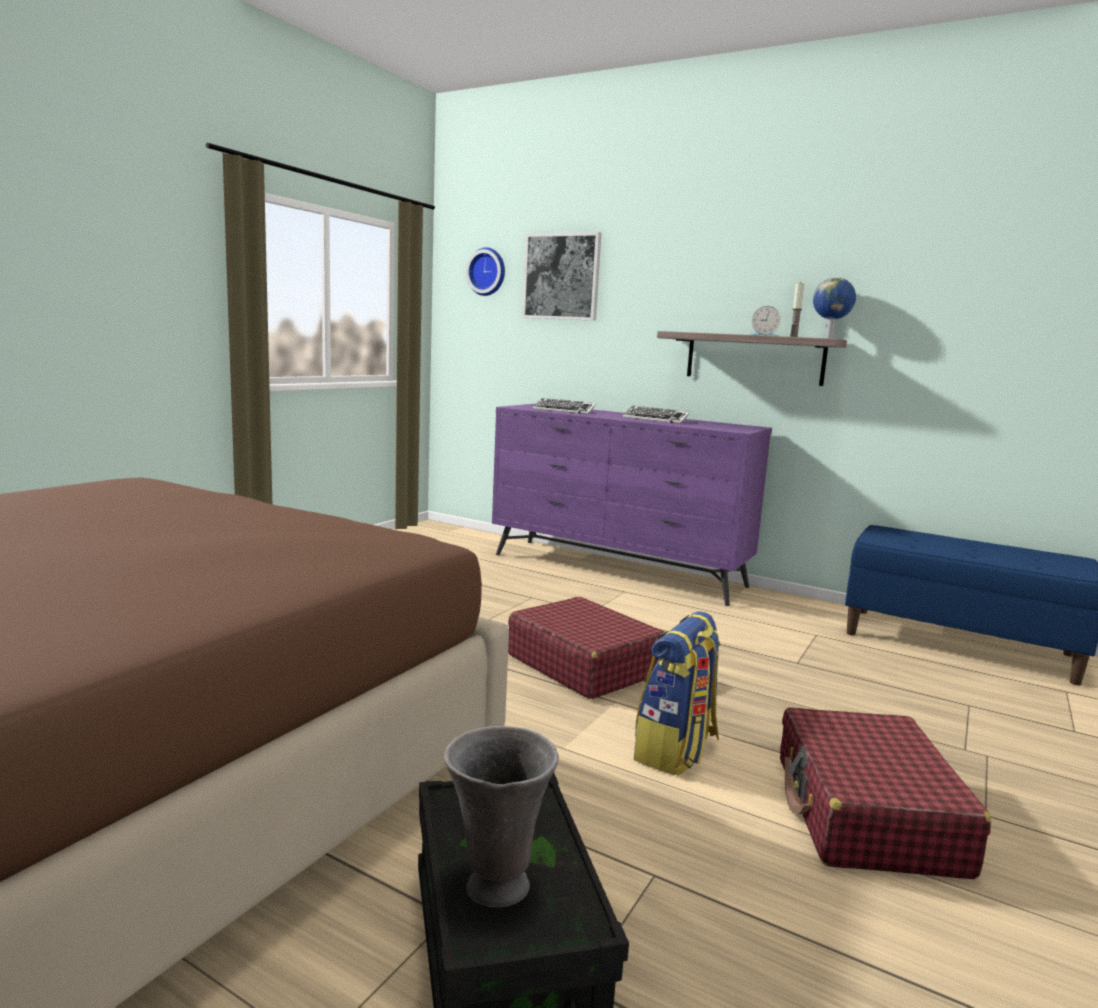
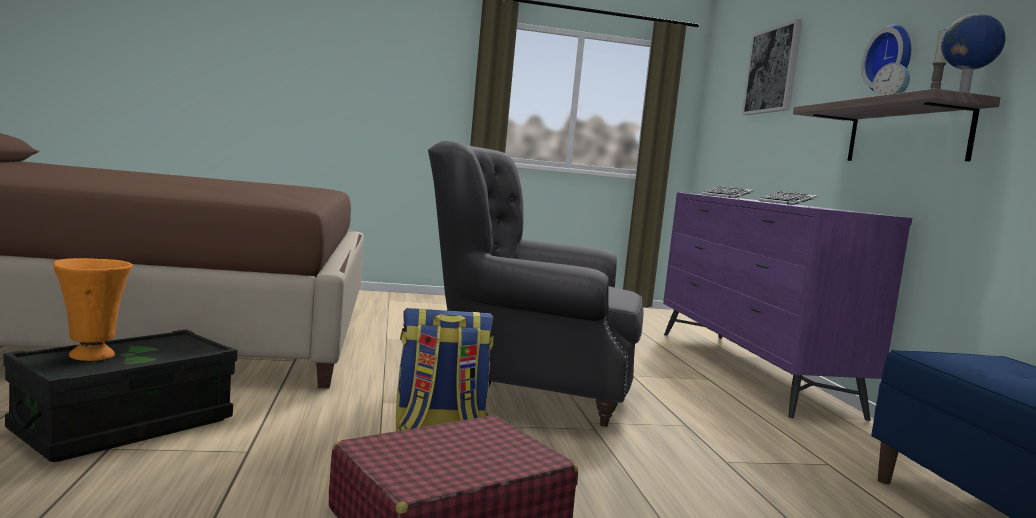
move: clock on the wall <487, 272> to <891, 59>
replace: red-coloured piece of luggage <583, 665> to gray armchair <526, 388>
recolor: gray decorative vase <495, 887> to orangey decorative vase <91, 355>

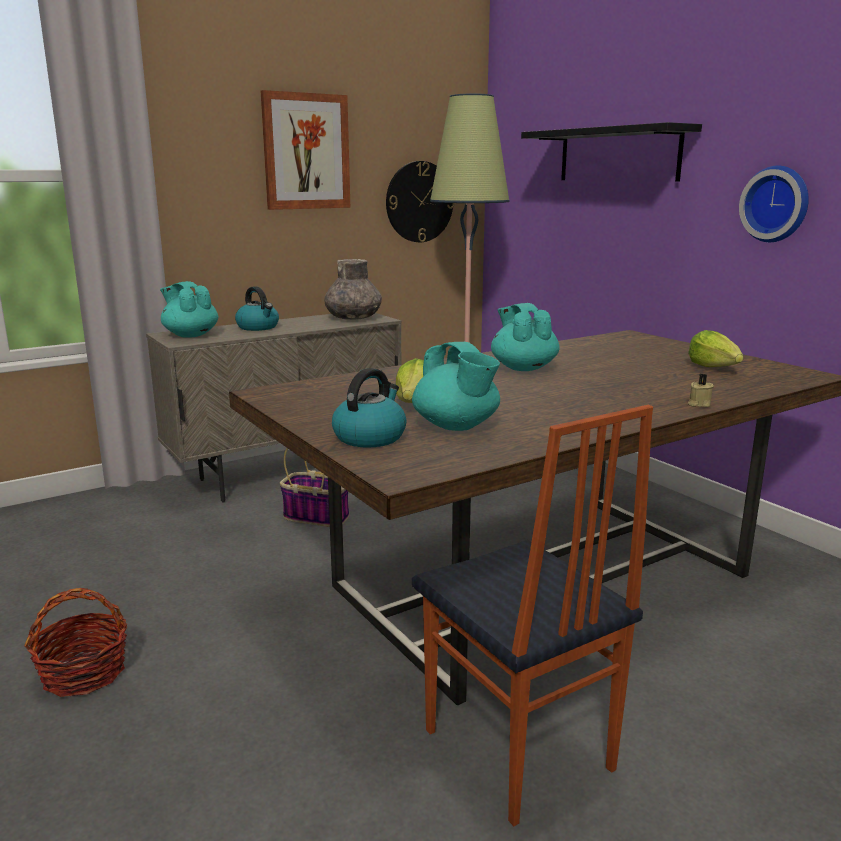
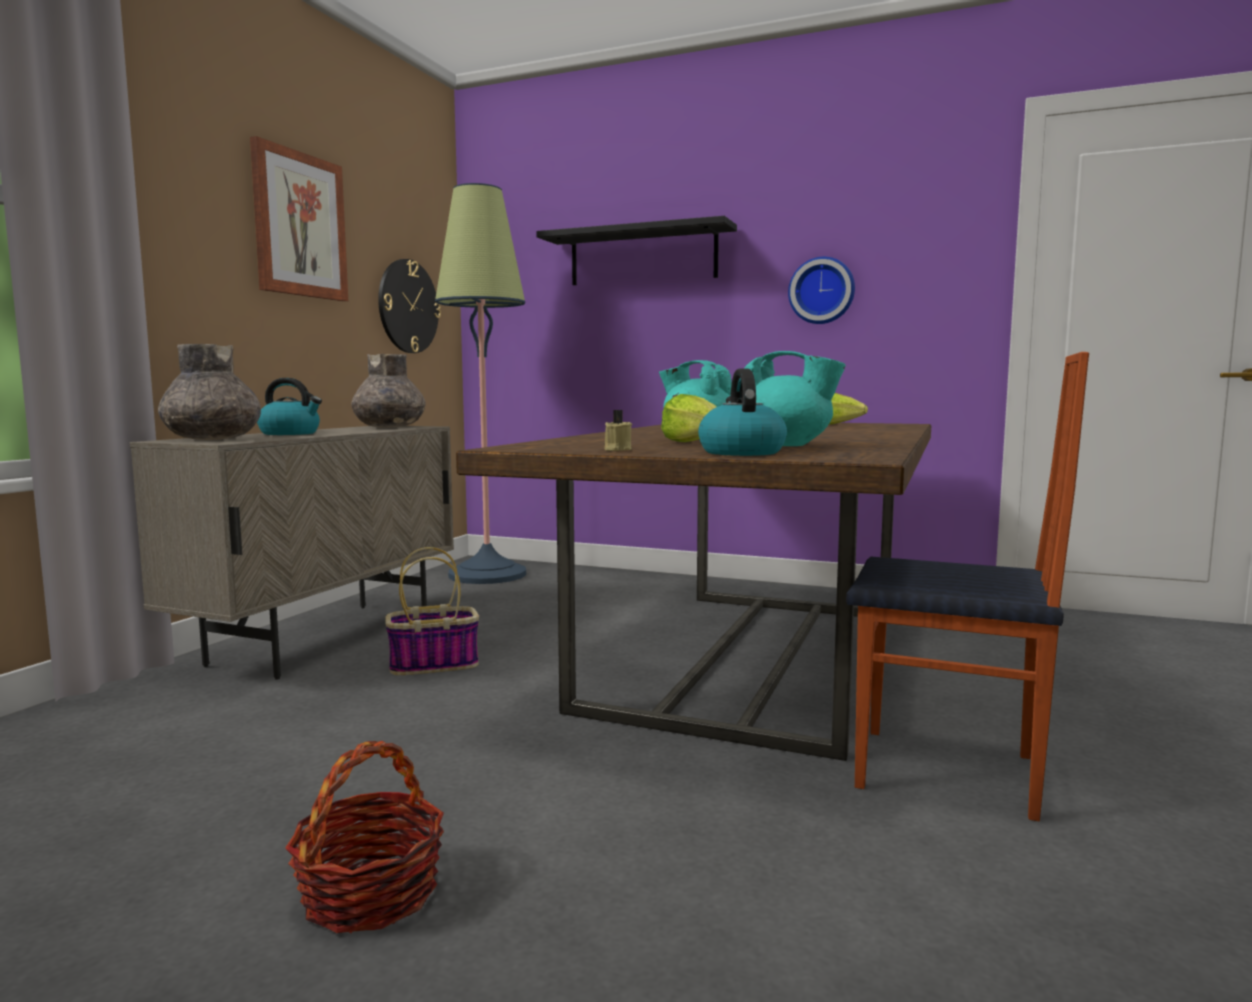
move: beige candle <698, 404> to <616, 450>
replace: blue-green tea pot <190, 335> to gray decorative vase <213, 439>

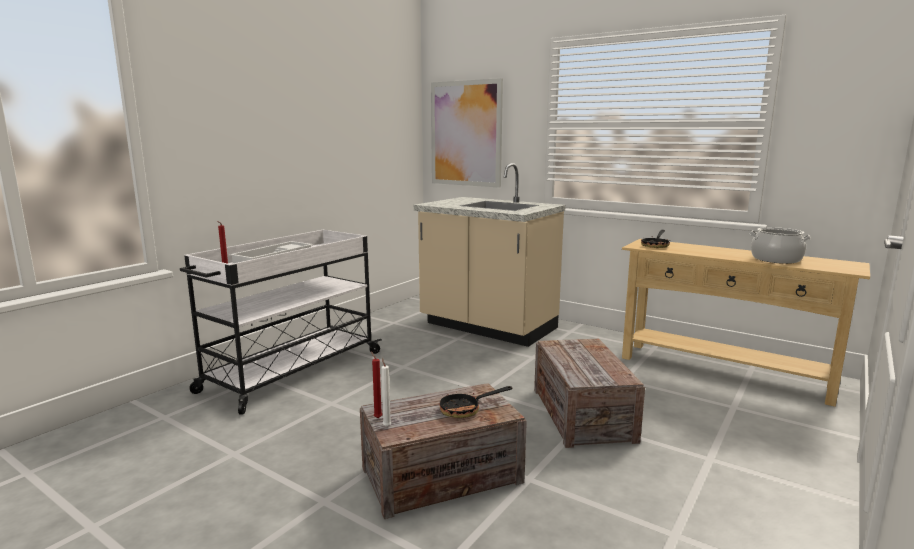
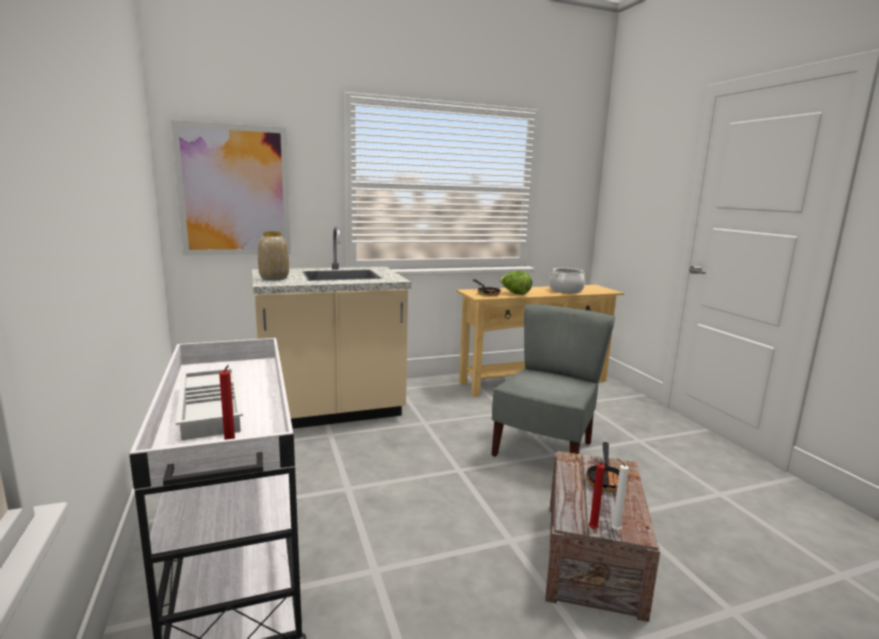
insert: decorative vase <274, 278>; head of lettuce <515, 293>
replace: packing crate <582, 414> to gray upright chair <545, 450>

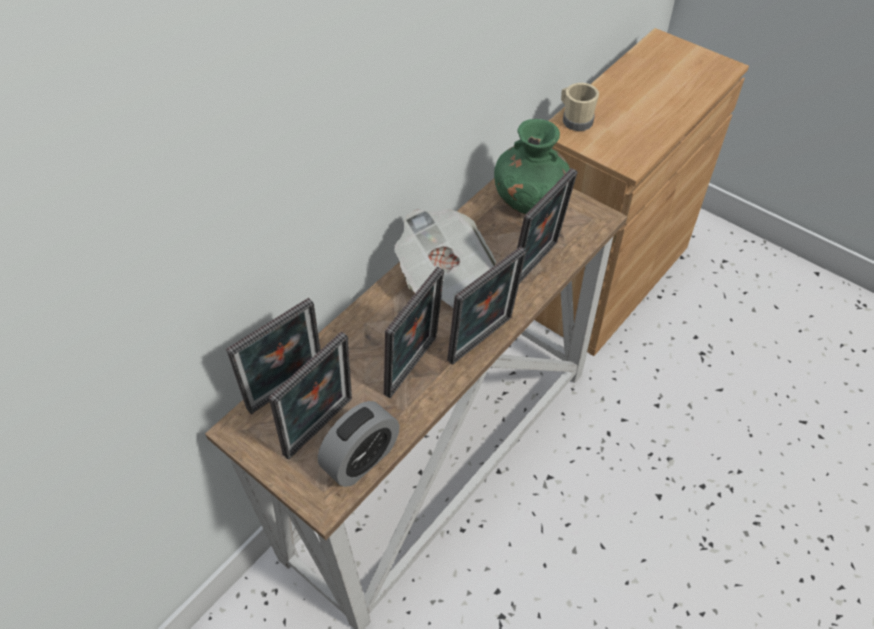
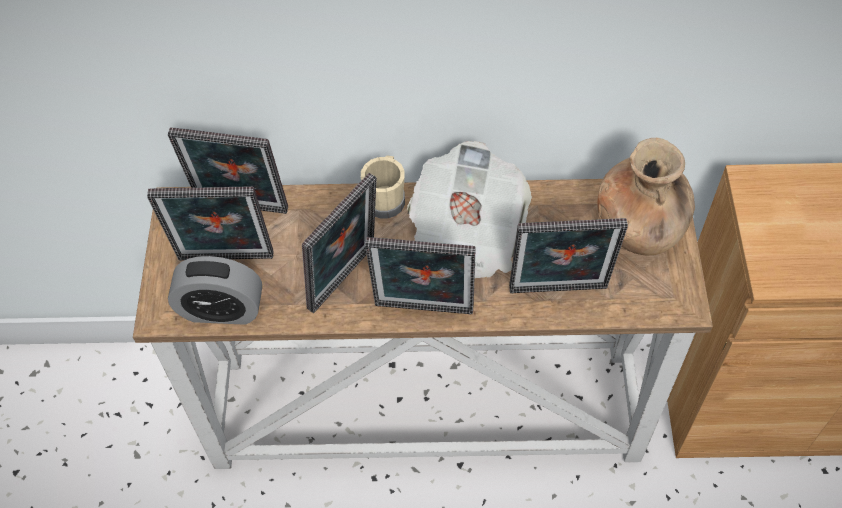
move: beige tea mug <575, 120> to <386, 198>
recolor: green-coloured decorative vase <530, 201> to brown-coloured decorative vase <639, 229>
rotate: picture frame <415, 368> = <345, 280> 45 degrees counterclockwise

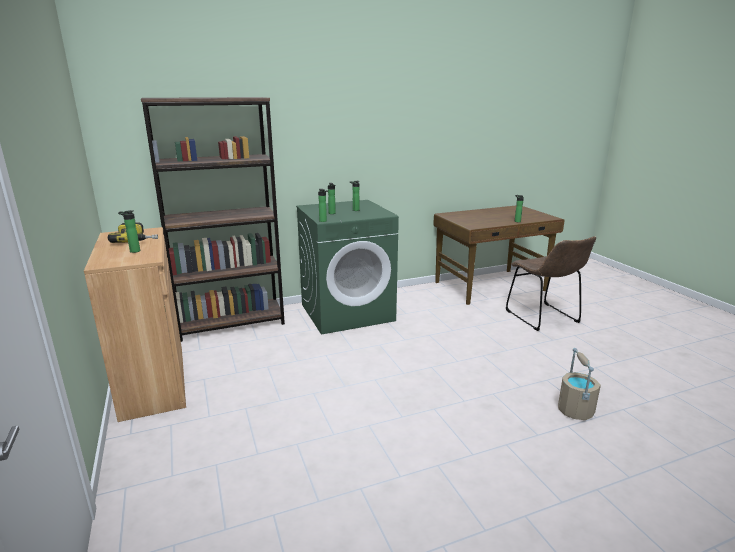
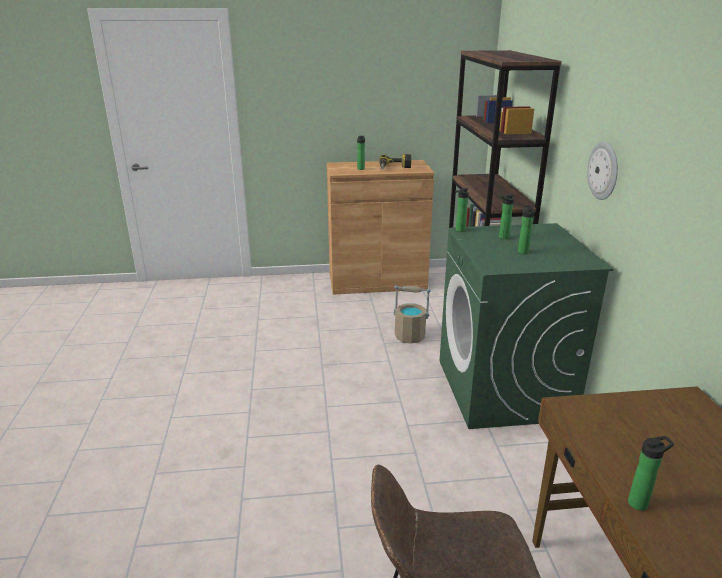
insert: clock on the wall <604, 170>
move: beige water bucket <575, 410> to <410, 336>

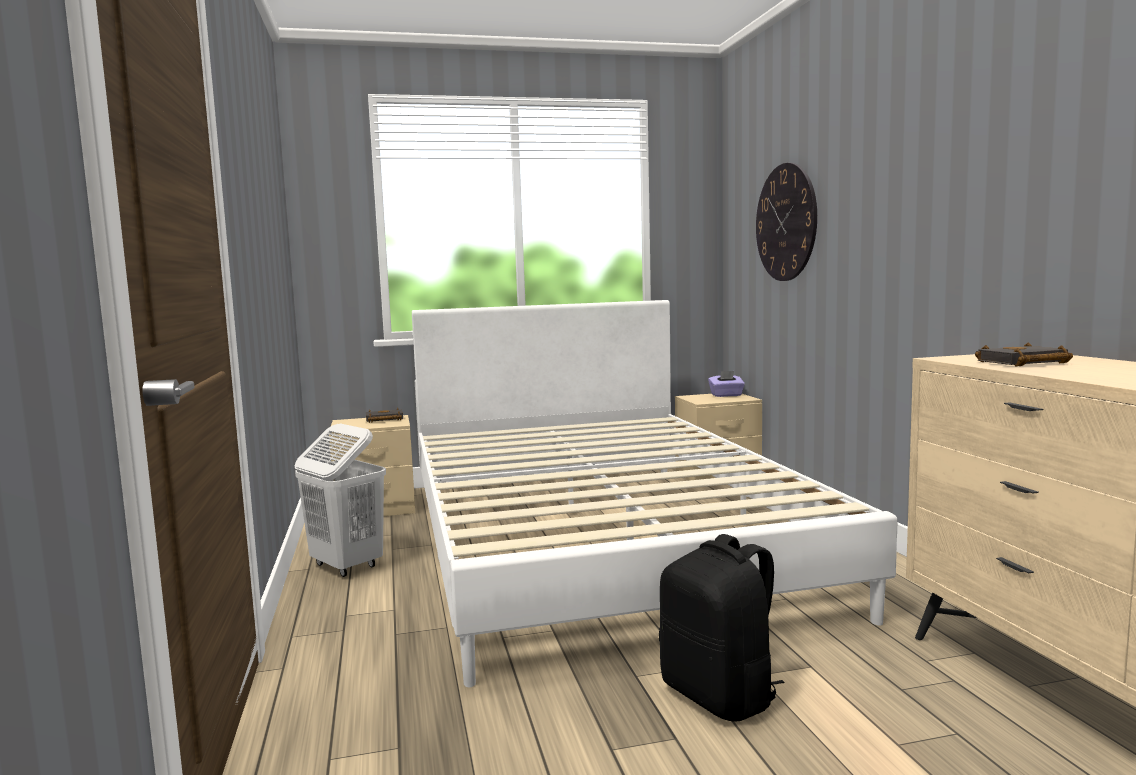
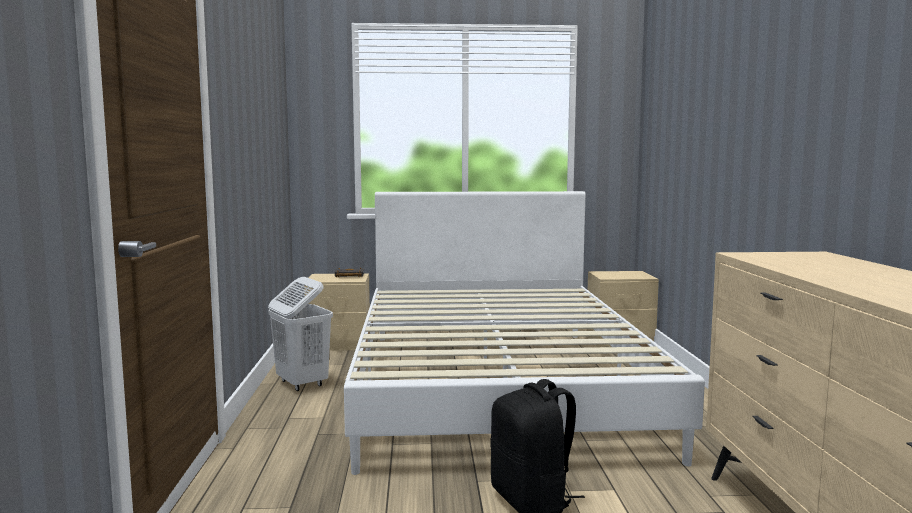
delete: purple-coloured tissue holder <726, 395>; clock on the wall <786, 222>; black book <1023, 363>

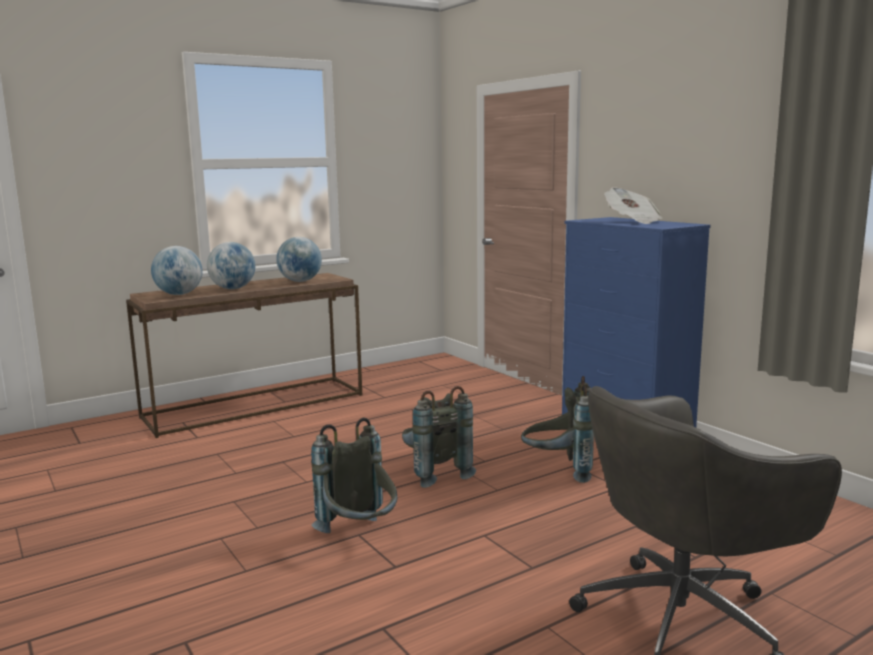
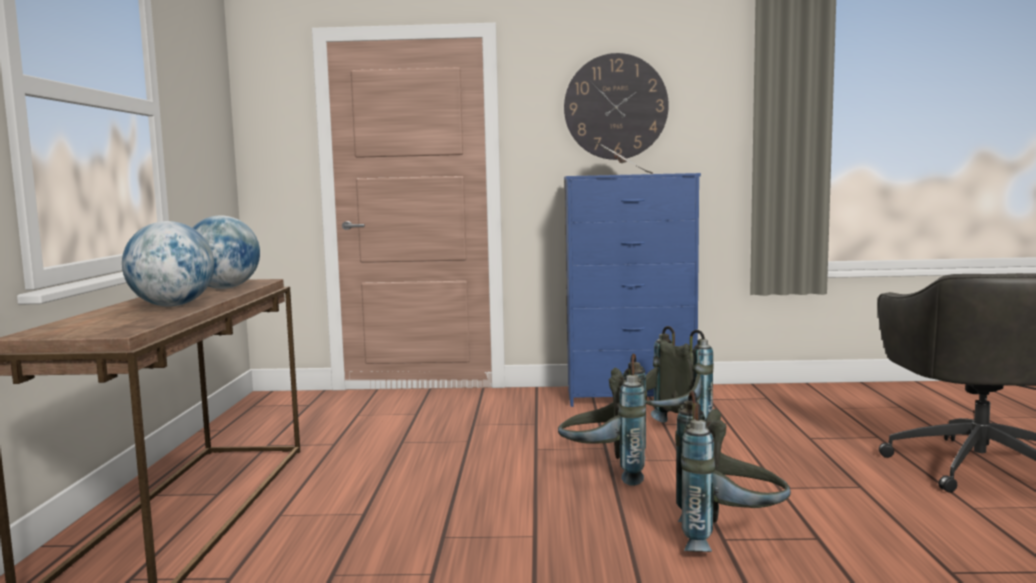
delete: globe <179, 294>
insert: clock on the wall <615, 107>

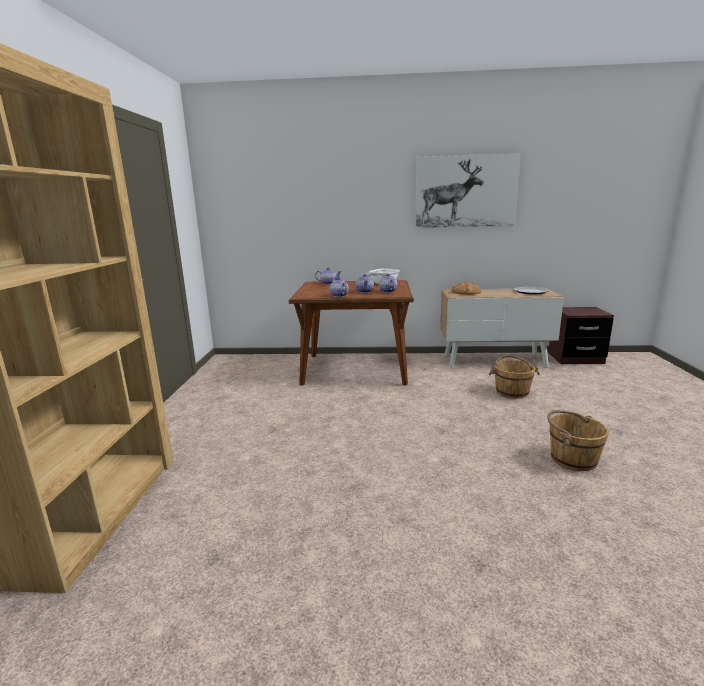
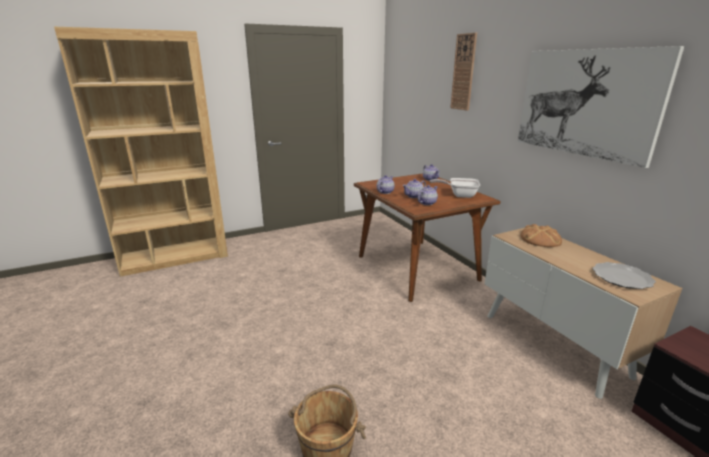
delete: brown-coloured water bucket <512, 391>
insert: clock on the wall <463, 72>

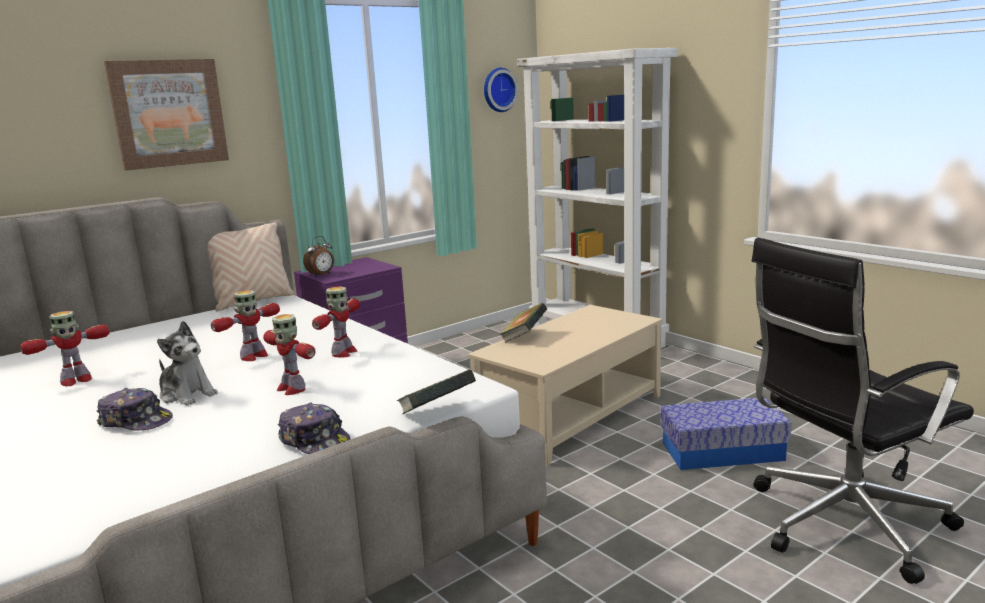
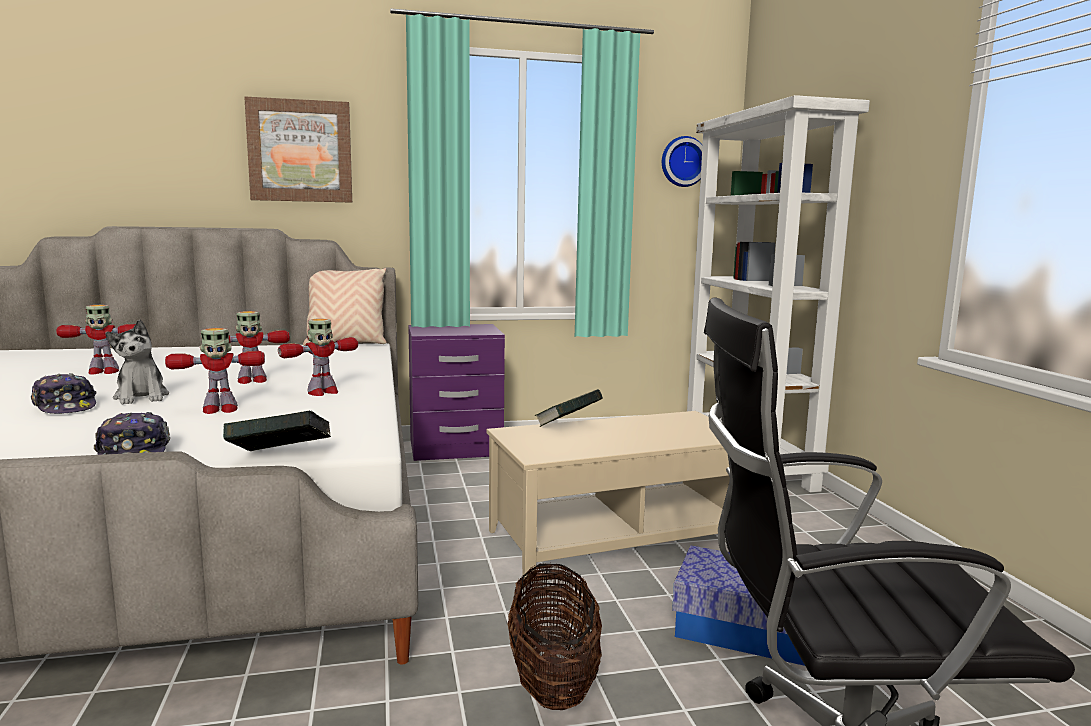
delete: table clock <321, 275>
insert: household basket <553, 681>
rotate: toy robot <292, 388> = <219, 410> 90 degrees counterclockwise

